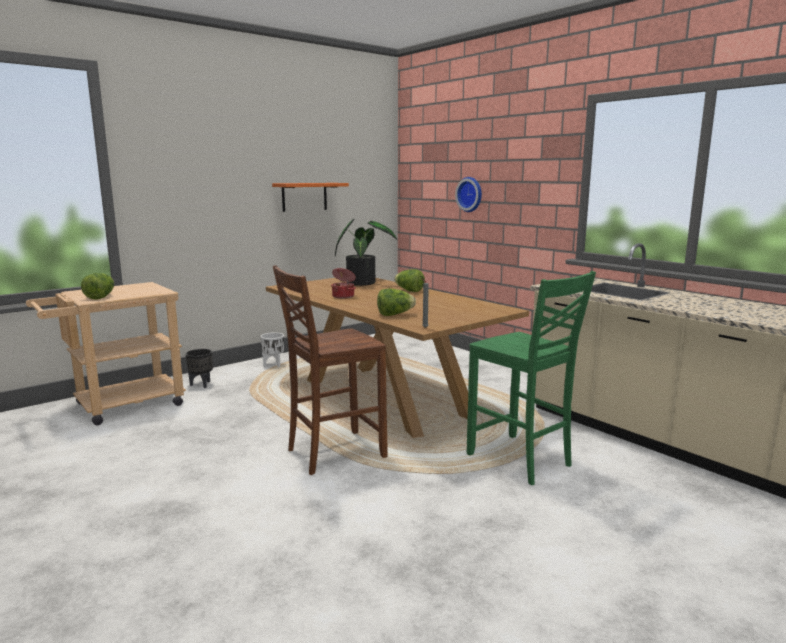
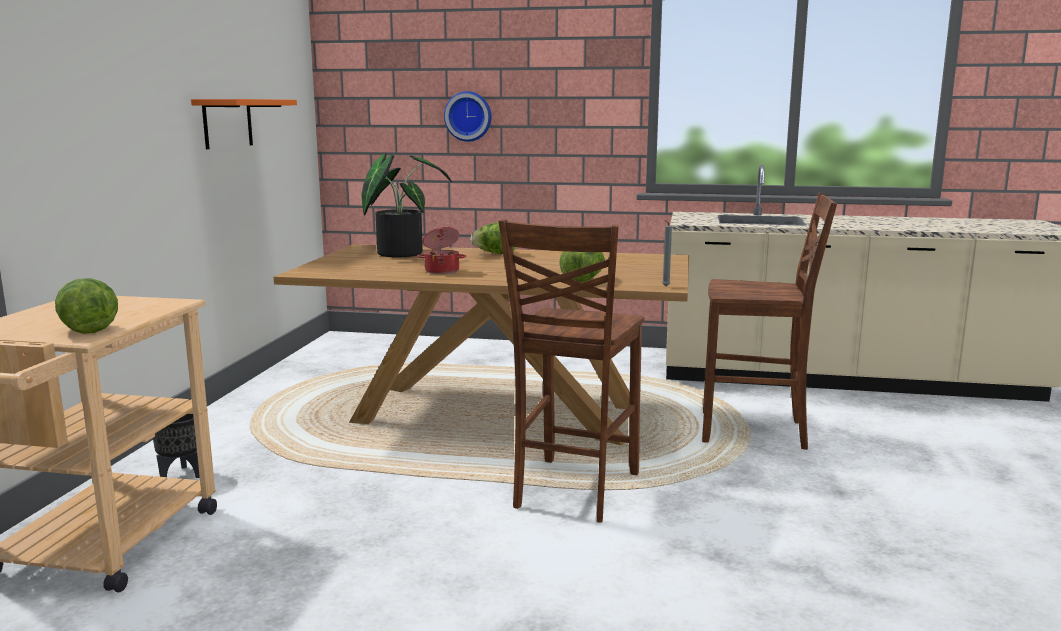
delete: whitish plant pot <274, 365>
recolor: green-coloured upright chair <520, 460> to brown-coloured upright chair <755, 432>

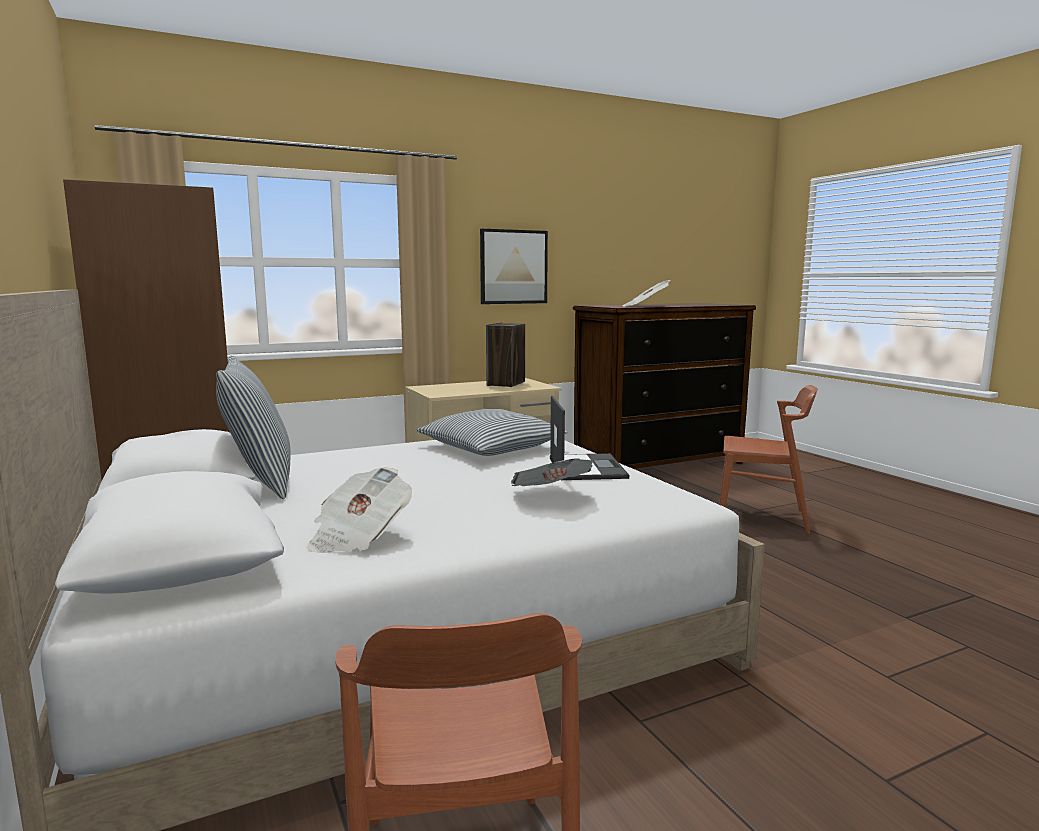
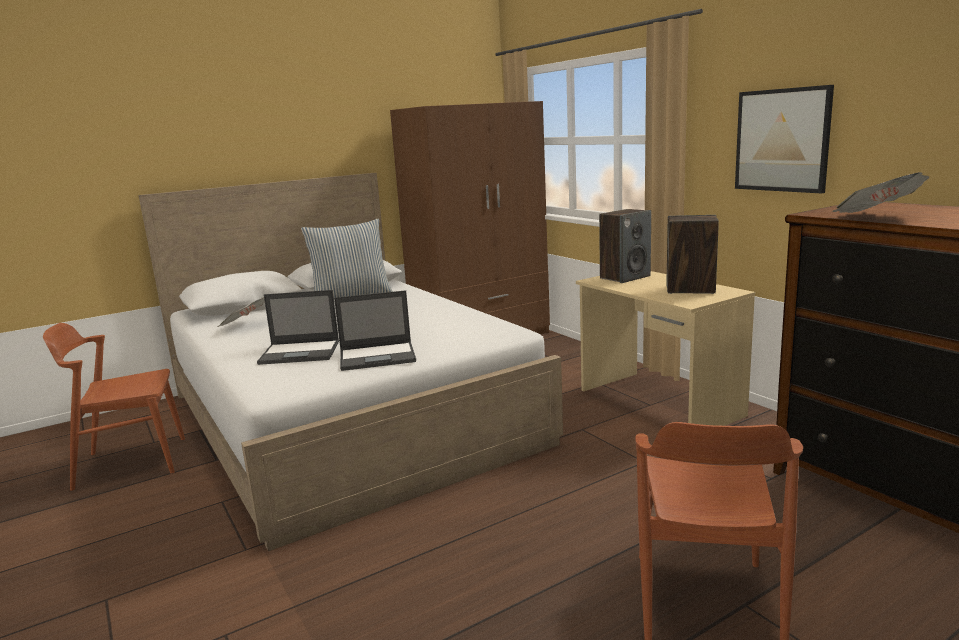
delete: throw pillow <491, 447>
insert: speaker <625, 277>
replace: printed paper <550, 496> to notebook computer <301, 352>

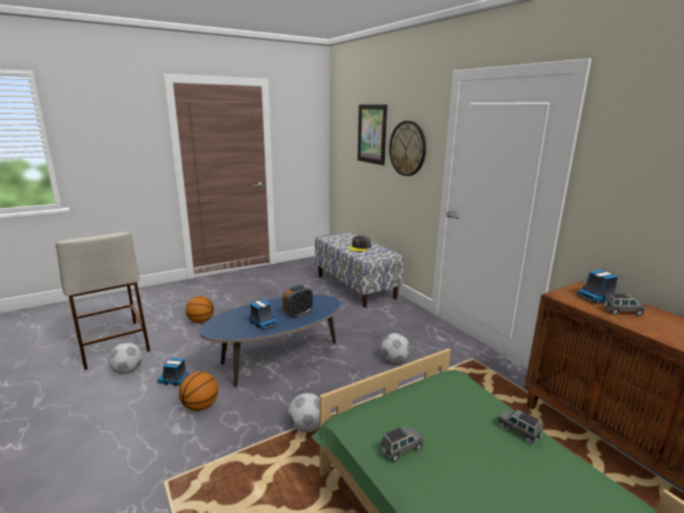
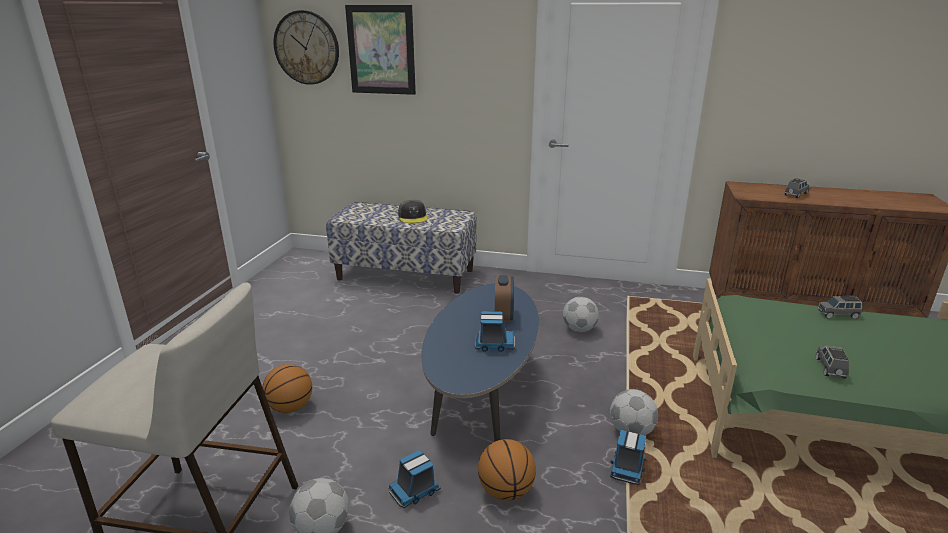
move: clock on the wall <407, 148> to <307, 48>; toy lorry <596, 298> to <627, 468>

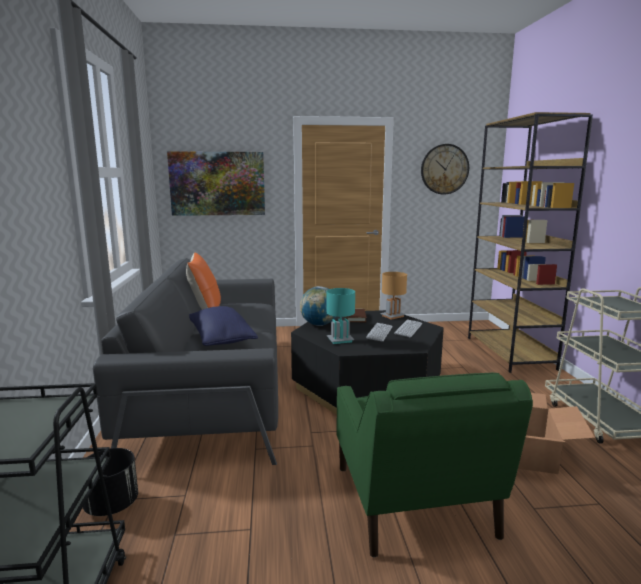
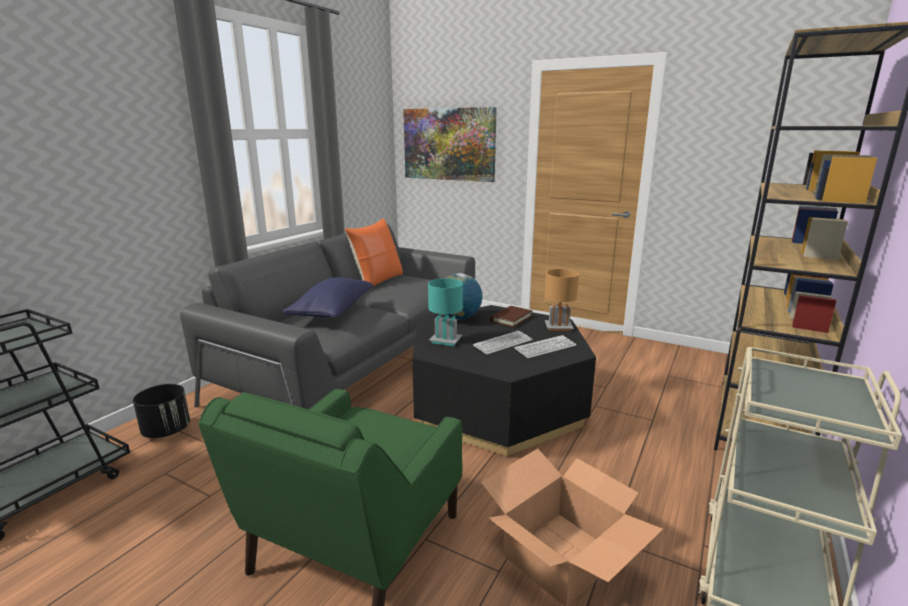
delete: clock on the wall <444, 169>

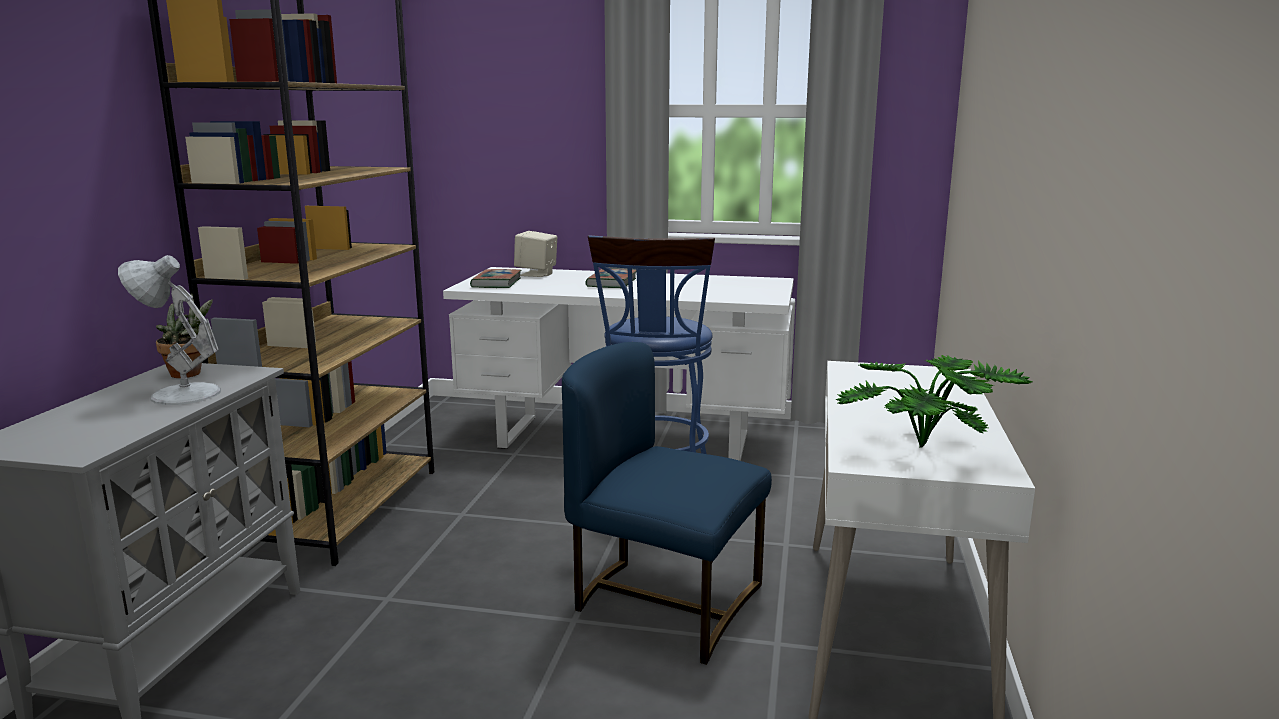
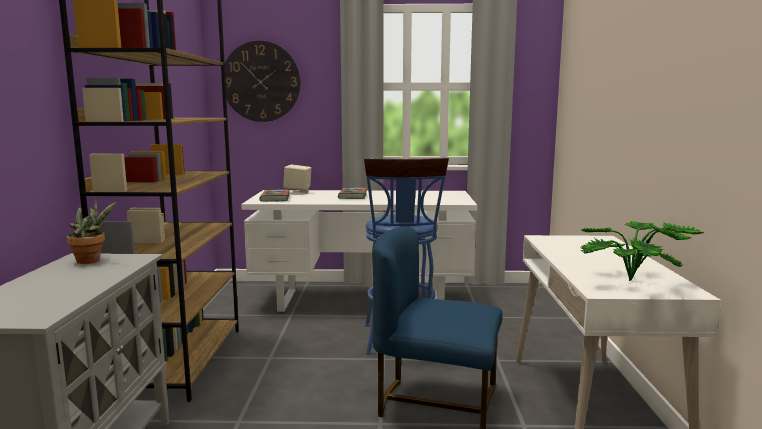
delete: whitish lamp for a table <182, 394>
insert: clock on the wall <261, 81>

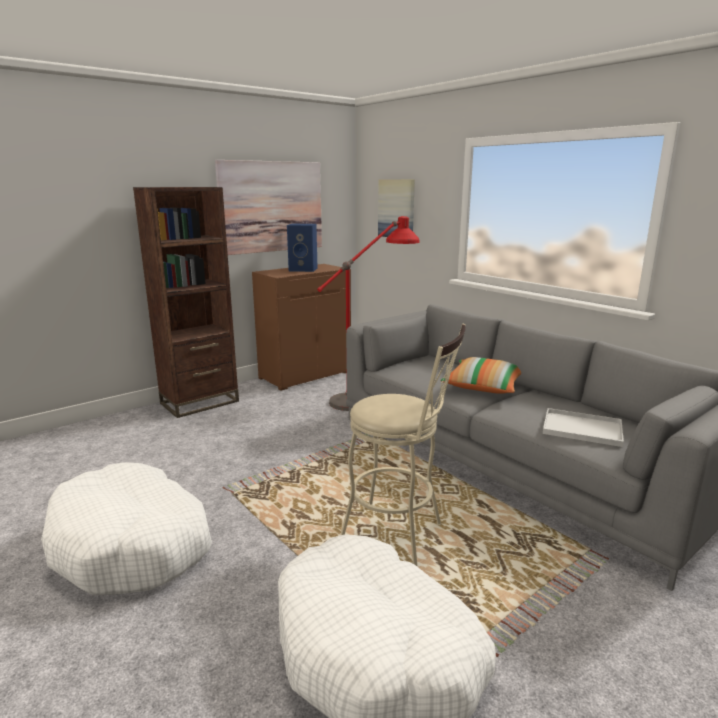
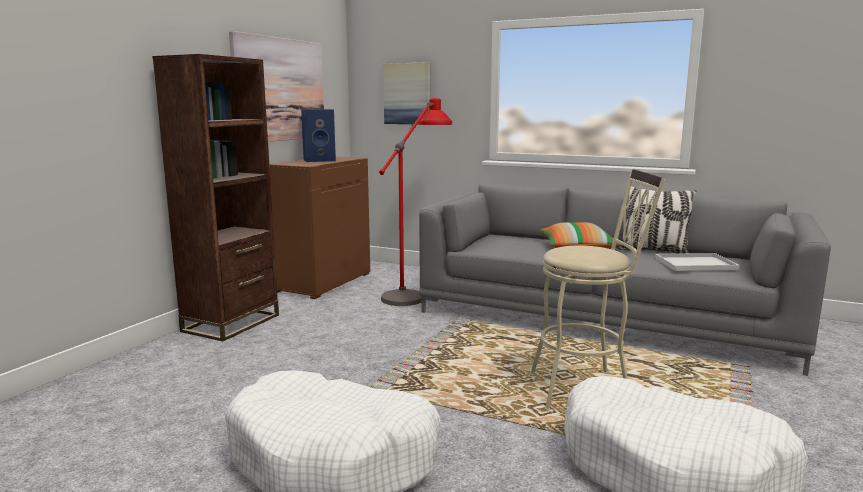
insert: throw pillow <653, 251>

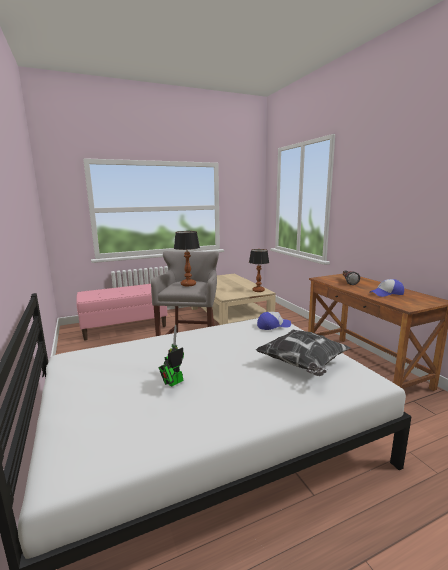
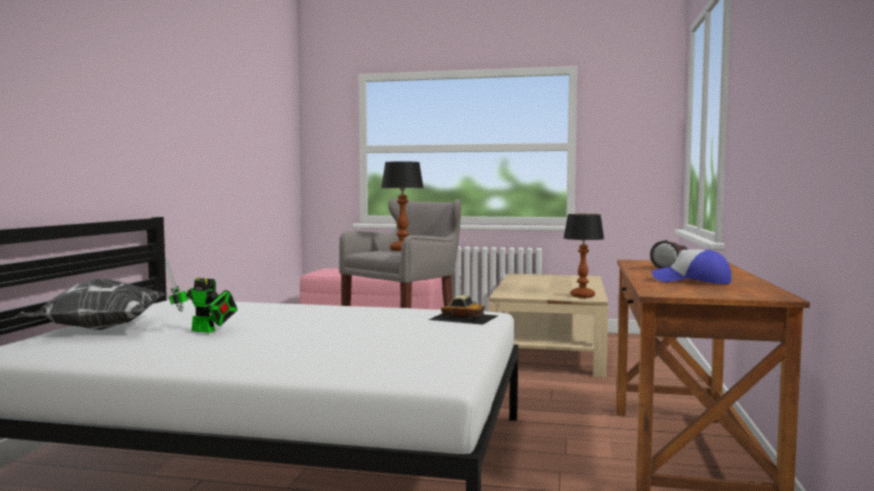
move: throw pillow <303, 365> to <98, 330>
replace: baseball cap <273, 325> to toy car <463, 317>
rotate: toy robot <173, 383> = <206, 331> 150 degrees counterclockwise

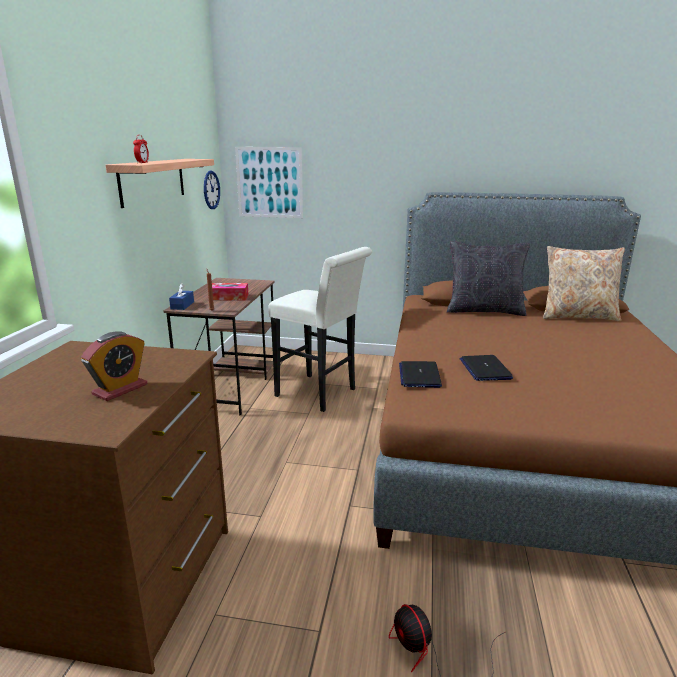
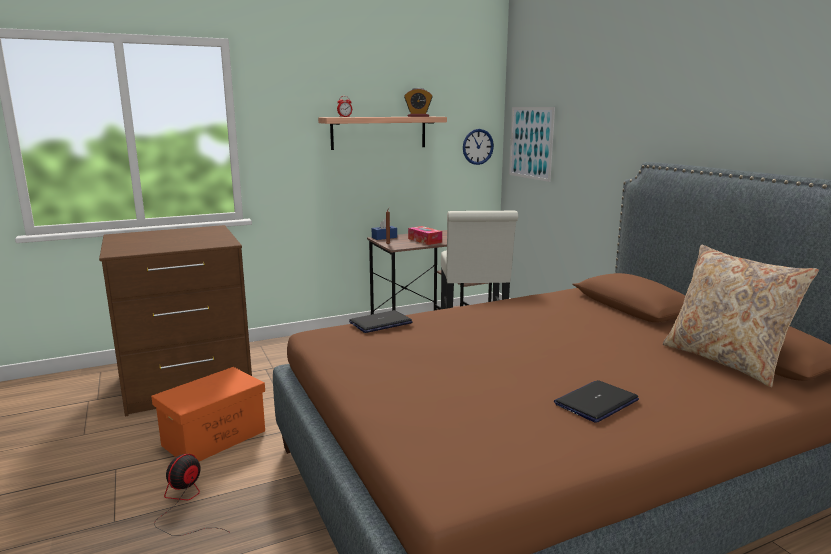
delete: black throw pillow <484, 310>
insert: orangey storage container <215, 437>
move: table clock <120, 389> to <418, 116>; notebook computer <485, 369> to <596, 402>

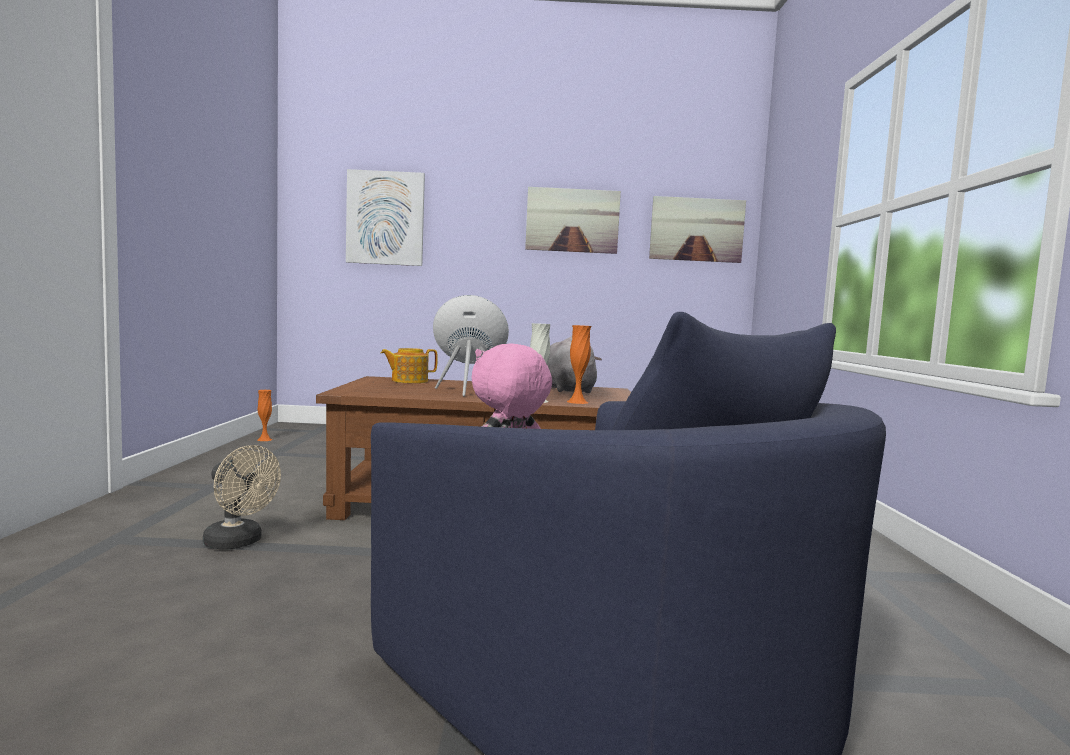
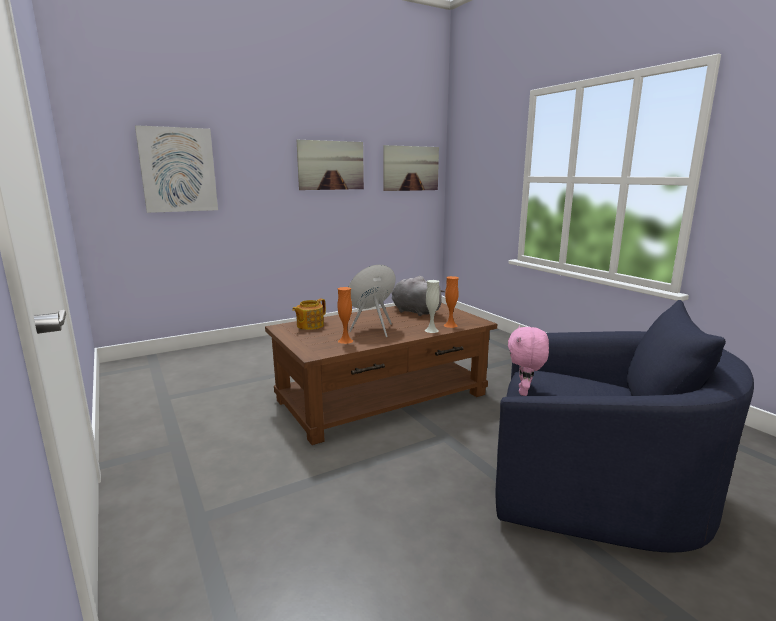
delete: beige electric fan <239, 542>
move: orangey decorative vase <264, 439> to <345, 341>

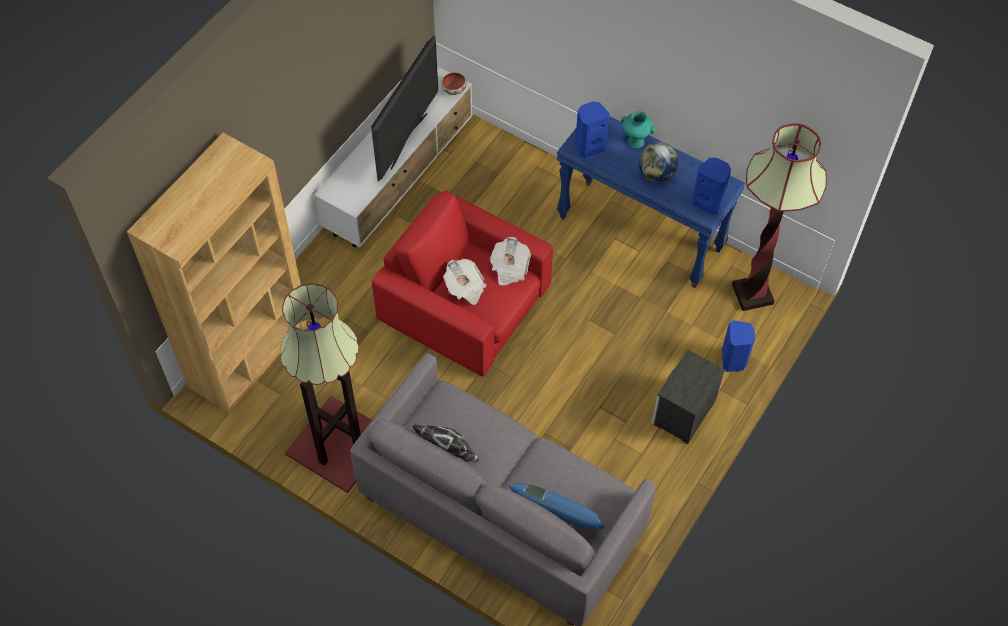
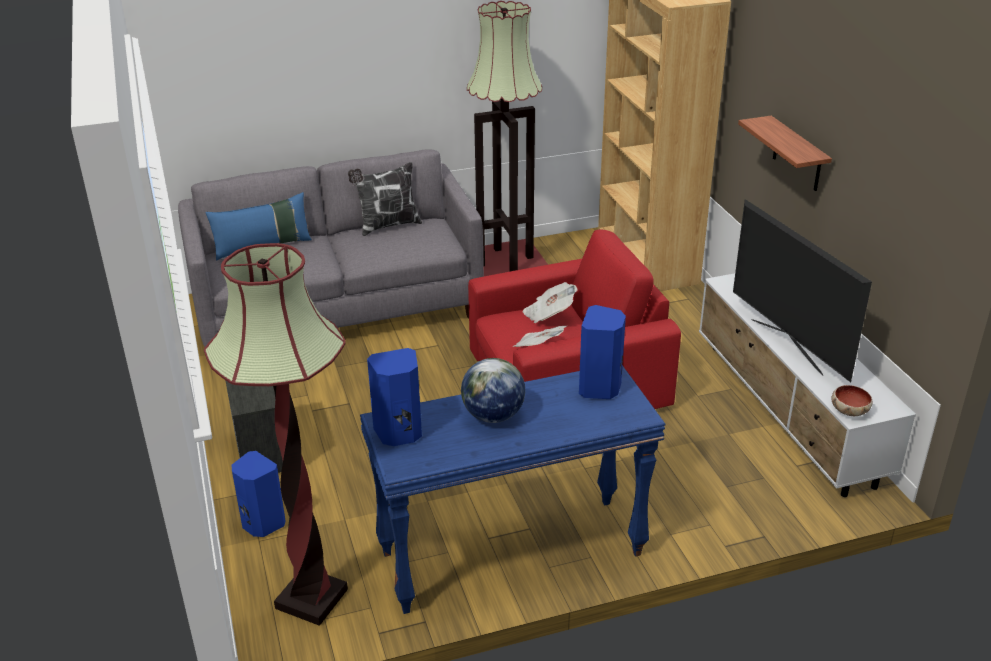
delete: blue-green decorative vase <635, 141>
insert: wall shelf <797, 155>

